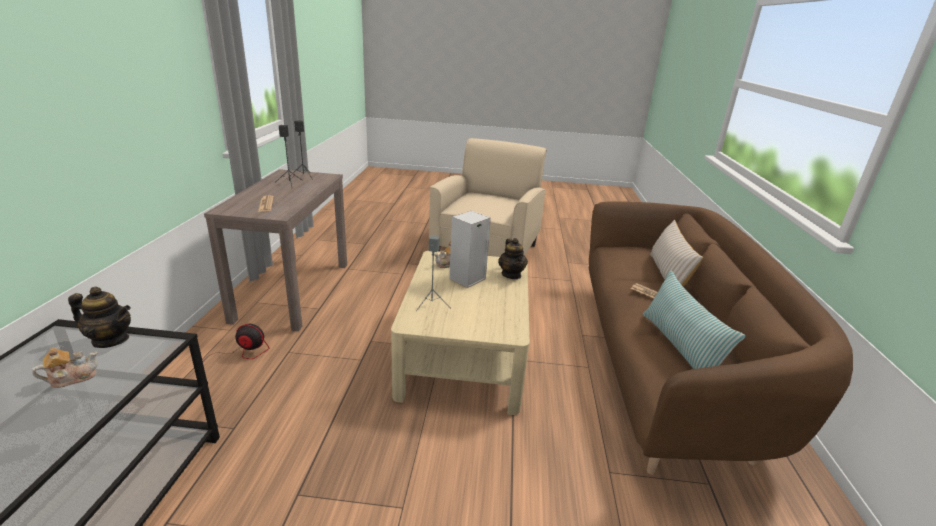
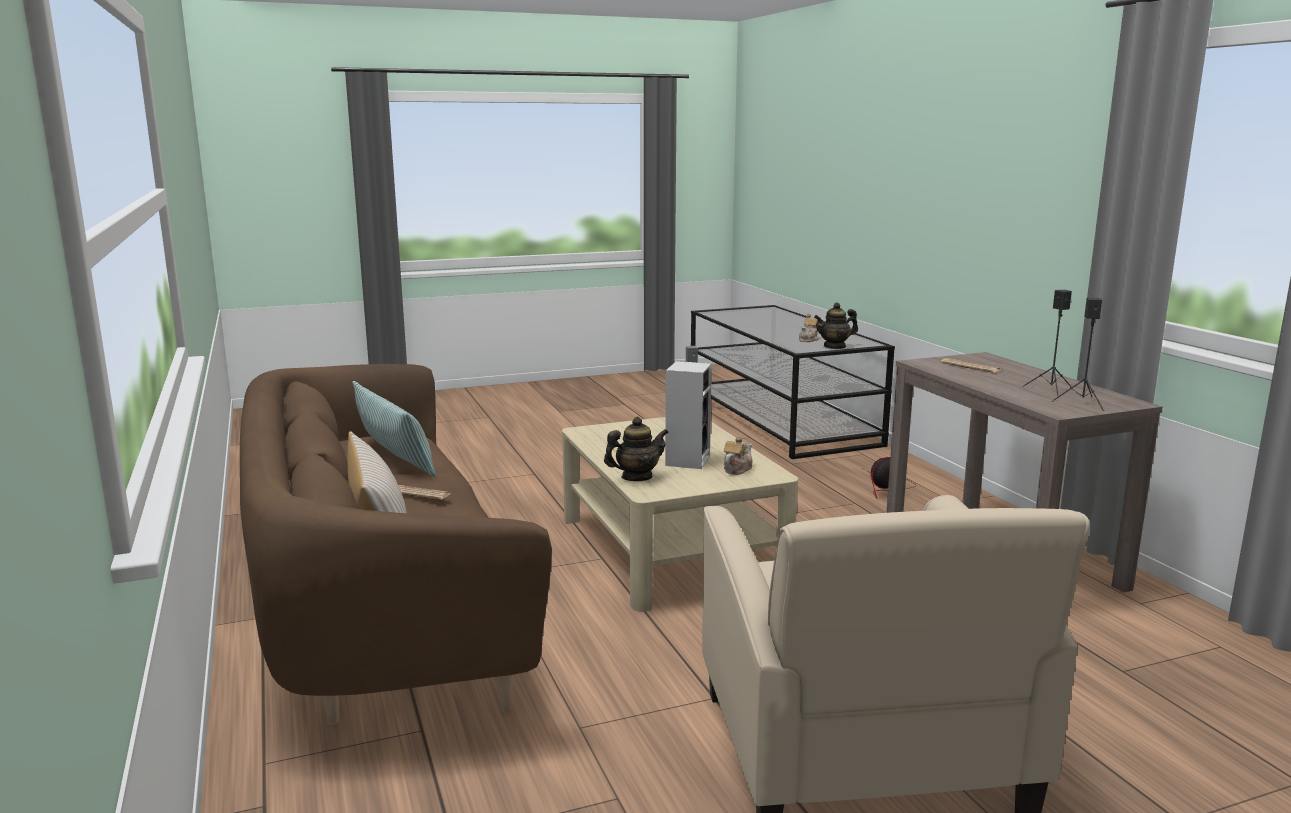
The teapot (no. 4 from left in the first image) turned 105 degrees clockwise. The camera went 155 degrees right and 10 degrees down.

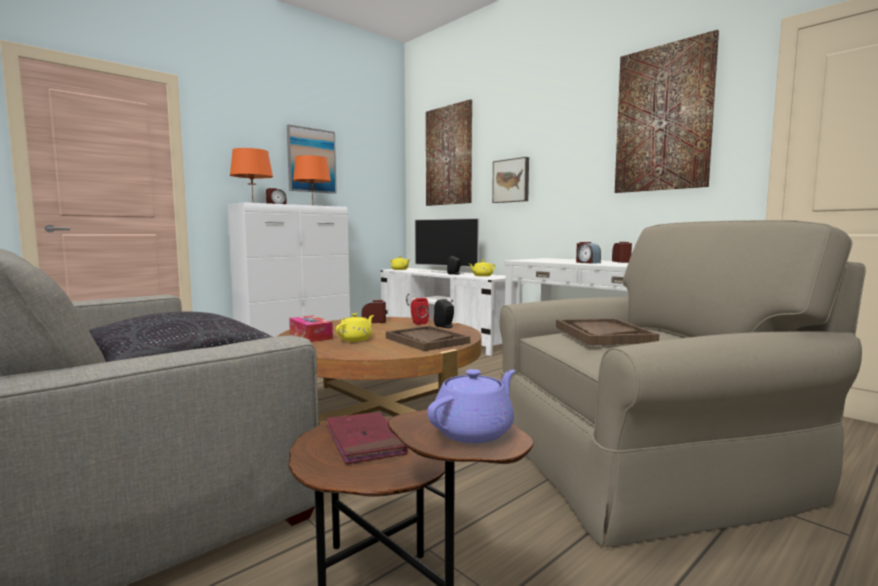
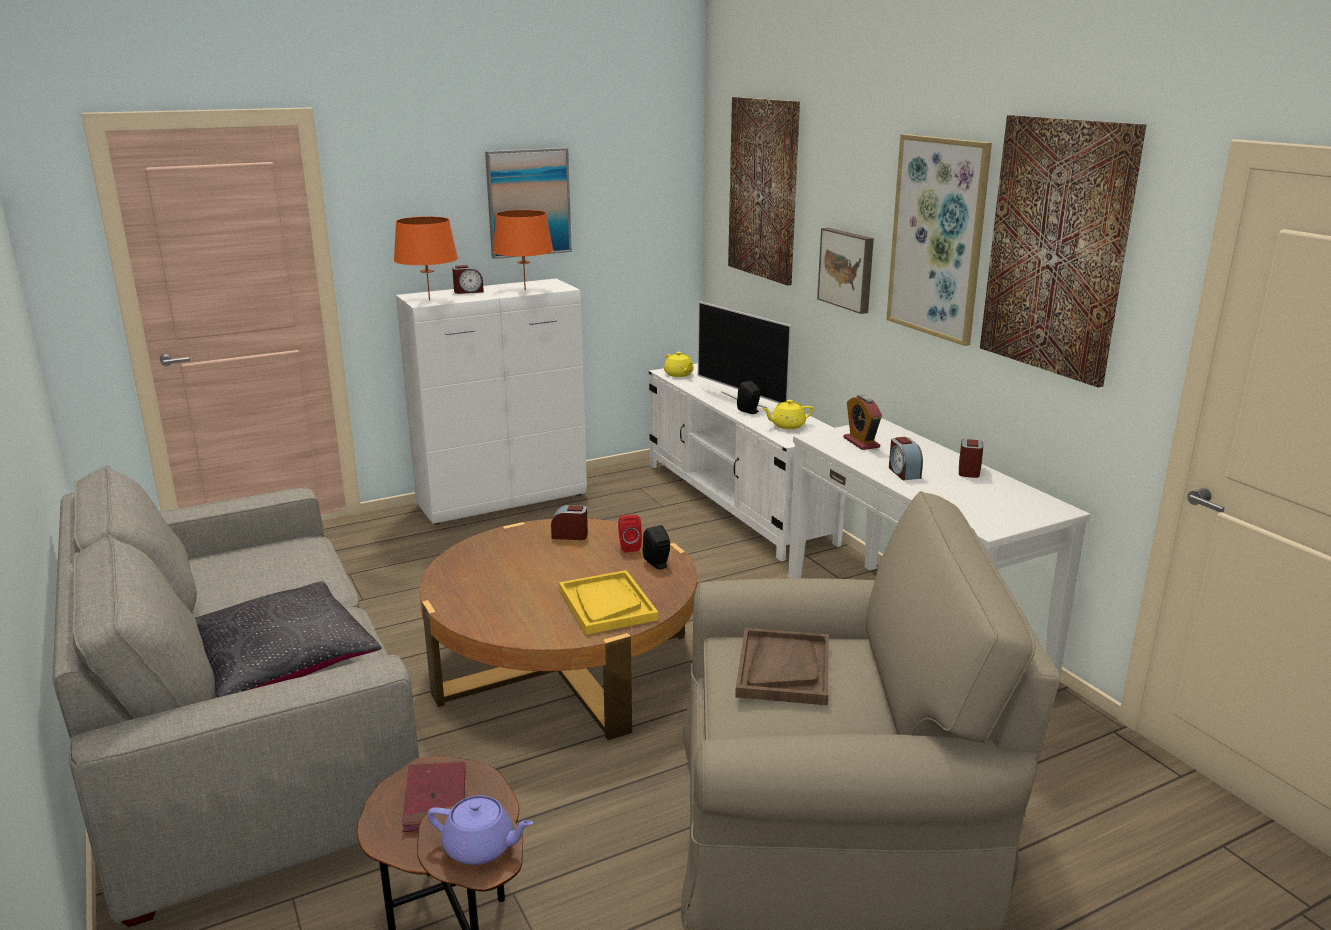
The box_of_tissues disappeared. The yellowish_teapot (no. 1 from left) disappeared. The brown_carrying_tray (no. 1 from left) became the yellowish_carrying_tray. The purple-coloured_teapot turned 45 degrees clockwise. The table_clock (no. 3 from left) appeared. The wall_picture (no. 4 from left) appeared. The camera went 15 degrees right and 15 degrees up.

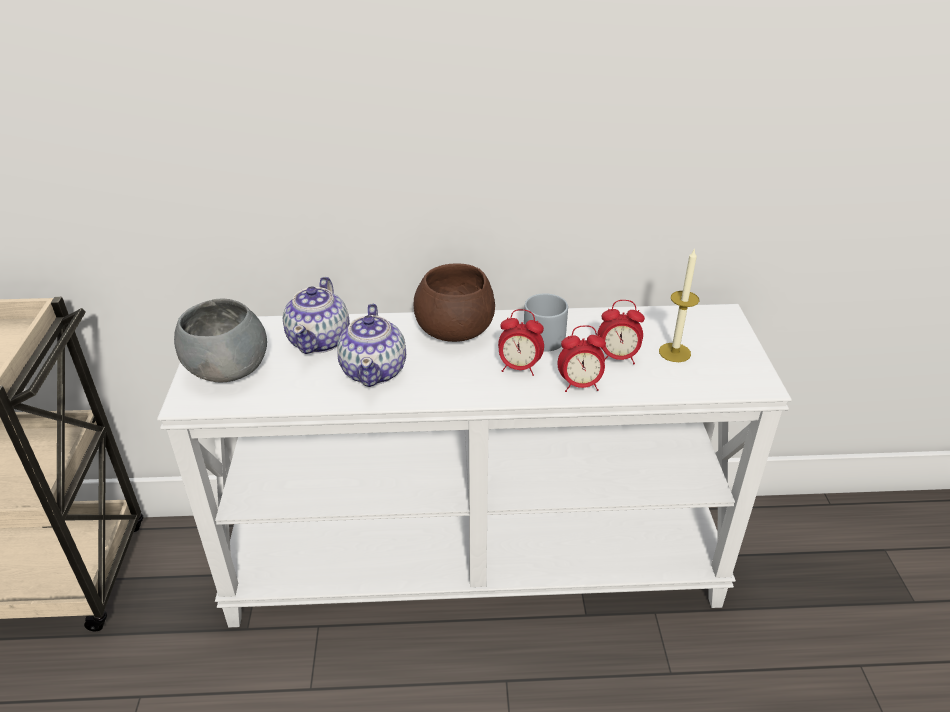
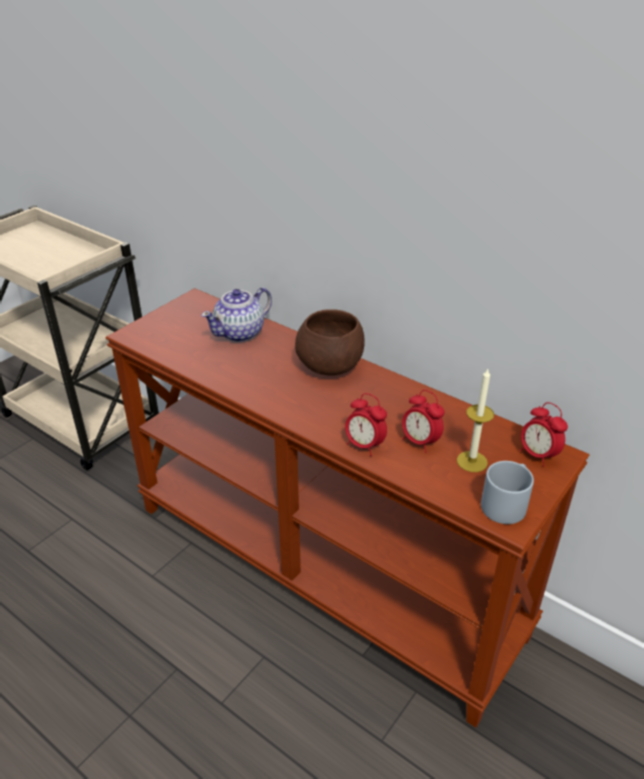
The white-coloured_hall_table became the brown_hall_table. The greyish_bowl disappeared. The teapot (no. 2 from left) disappeared. The table_clock (no. 1 from left in the first image) moved. The greyish_coffee_mug moved. The camera went 40 degrees right and 0 degrees up.

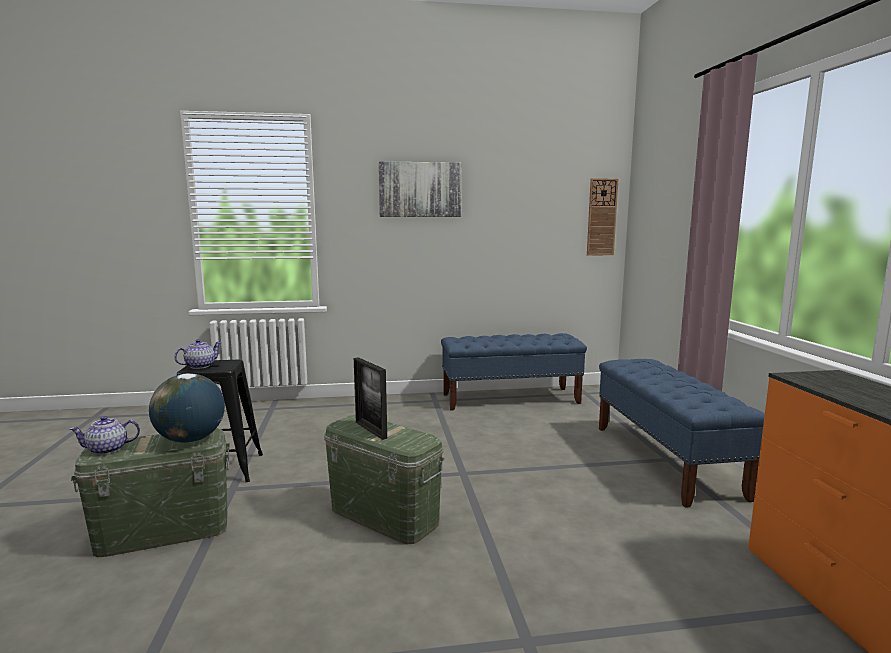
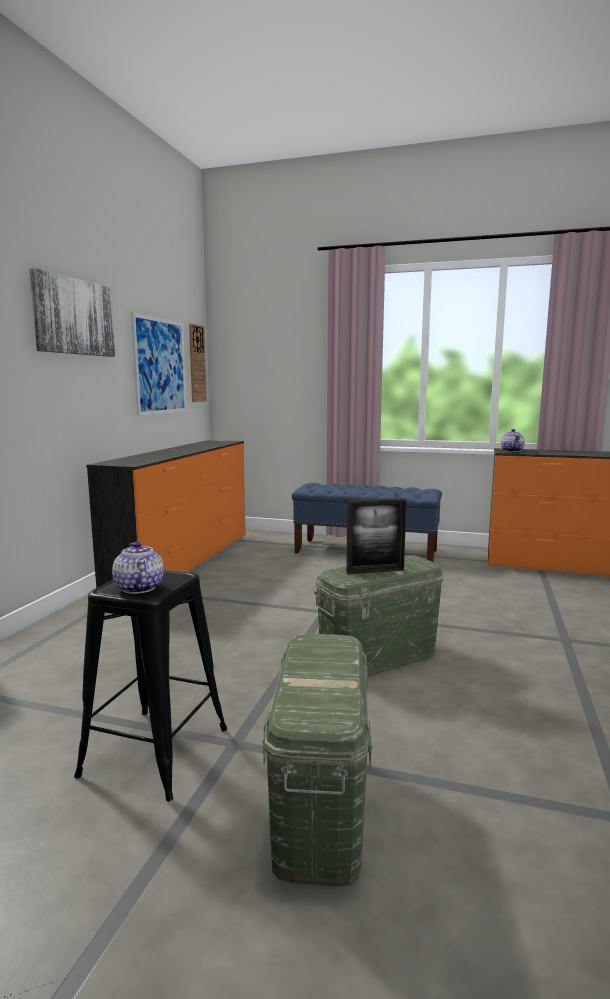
The teapot (no. 1 from left in the first image) moved. The globe disappeared. The blue-coloured_bench (no. 1 from left) was replaced by the orangey_drawer_chest (no. 1 from left). The wall_picture (no. 2 from left) appeared. The camera went 65 degrees left and 0 degrees up.

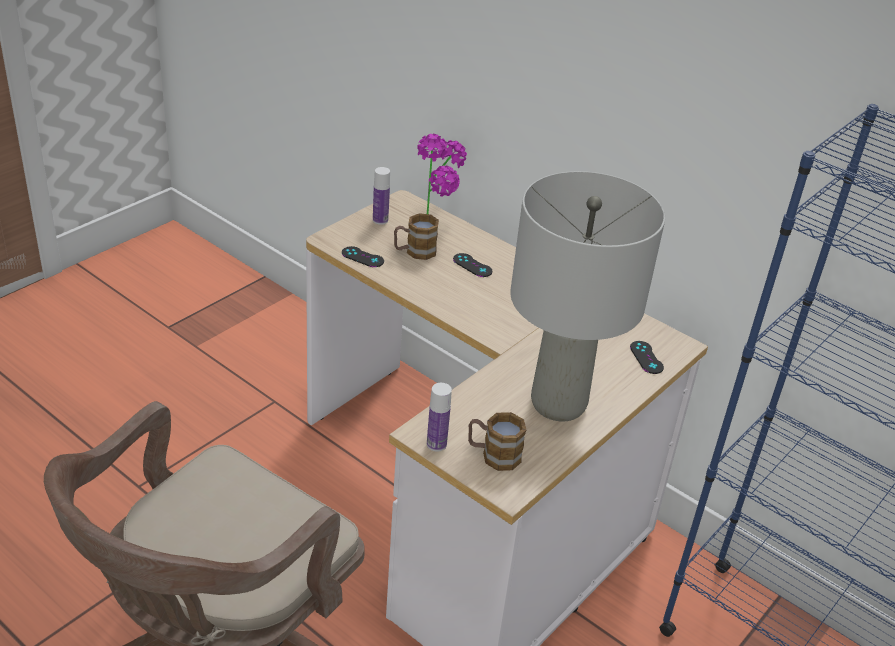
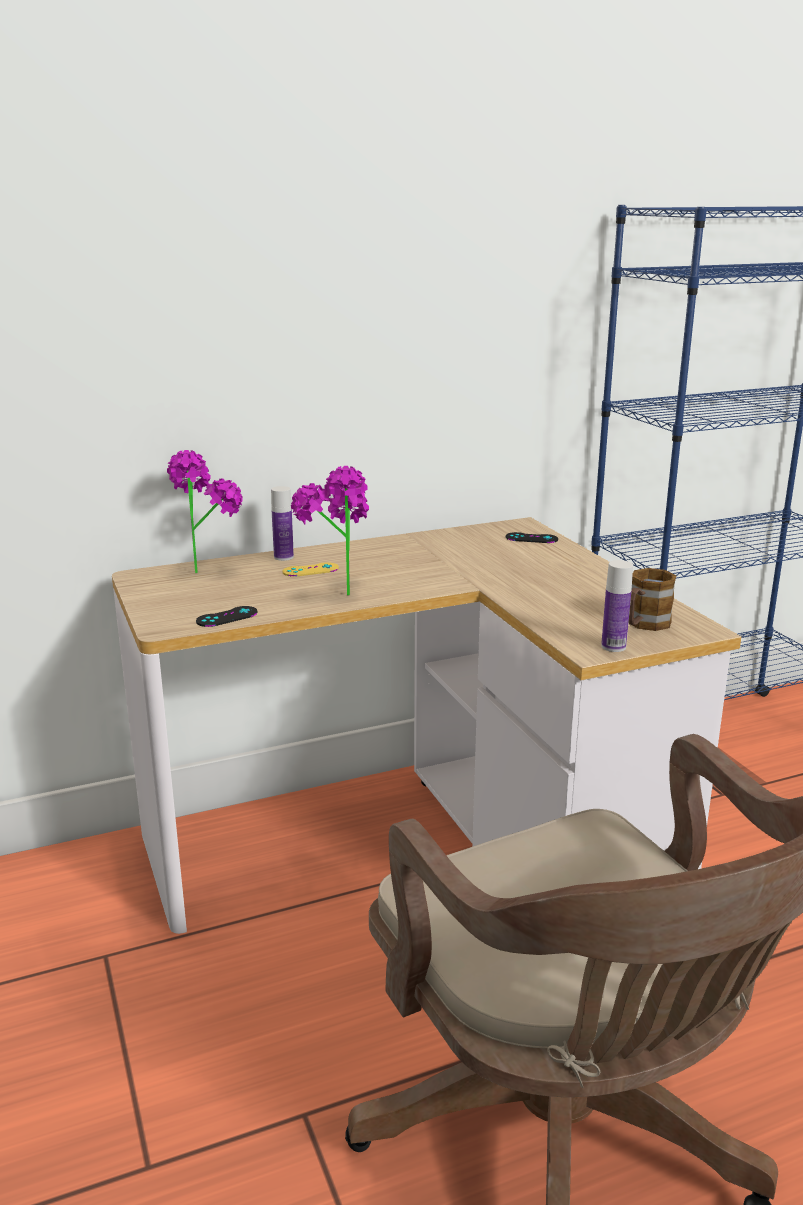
The beverage_bottle (no. 1 from left) moved. The coffee_mug (no. 1 from left) disappeared. The black_joypad (no. 2 from left) became the yellowish_joypad. The greyish_lamp_for_a_table disappeared. The plant_in_a_pot (no. 2 from left) appeared. The camera went 60 degrees left and 15 degrees down.

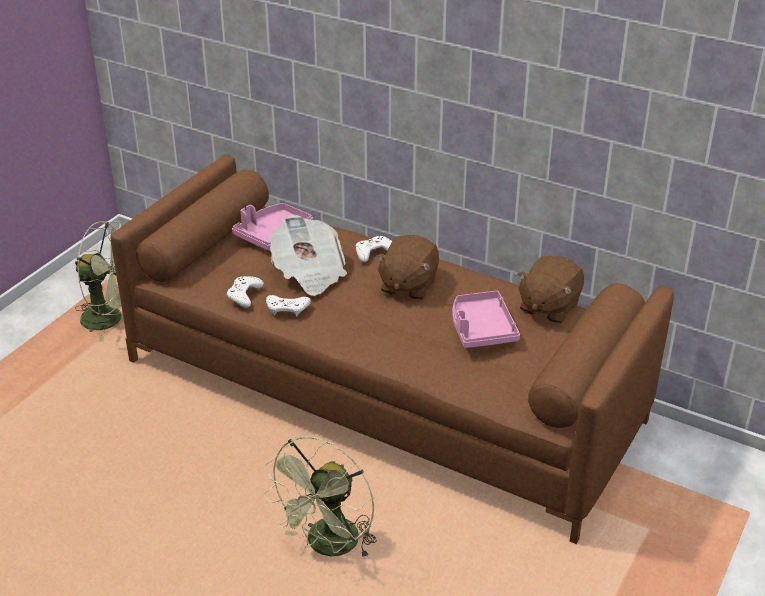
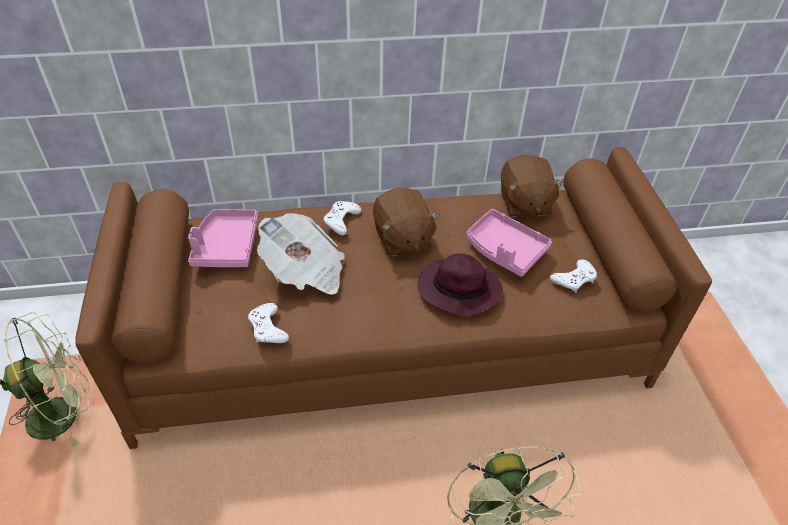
The white-coloured_joypad (no. 2 from left in the first image) moved. The purple-coloured_wearable_hat appeared. The camera went 40 degrees left and 10 degrees up.

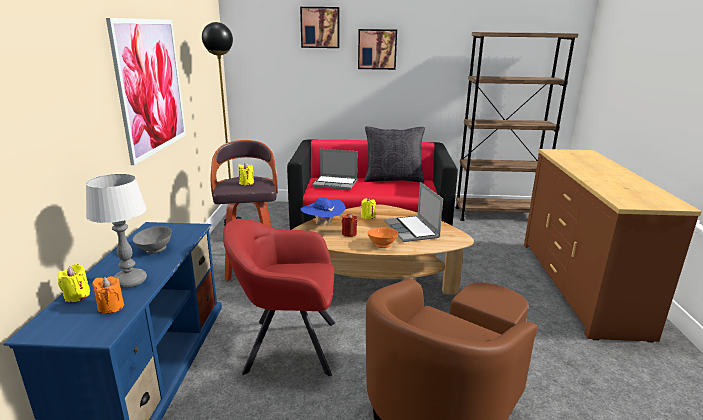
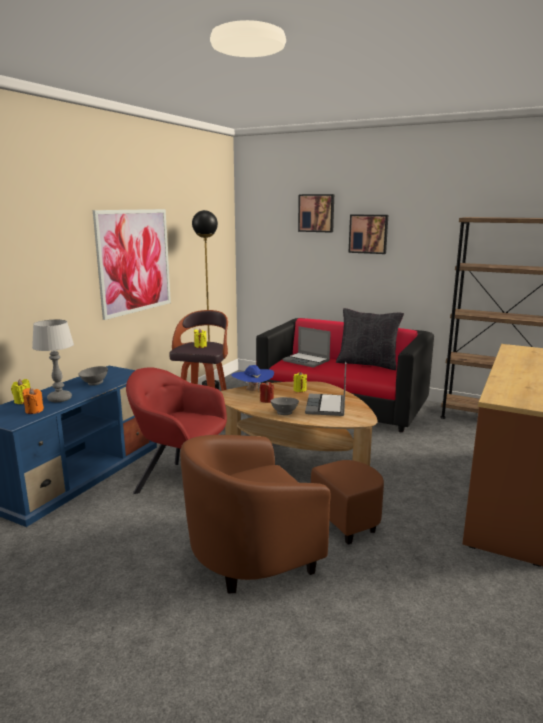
The orangey_bowl became the greyish_bowl (no. 2 from left). The camera went 25 degrees right and 5 degrees down.

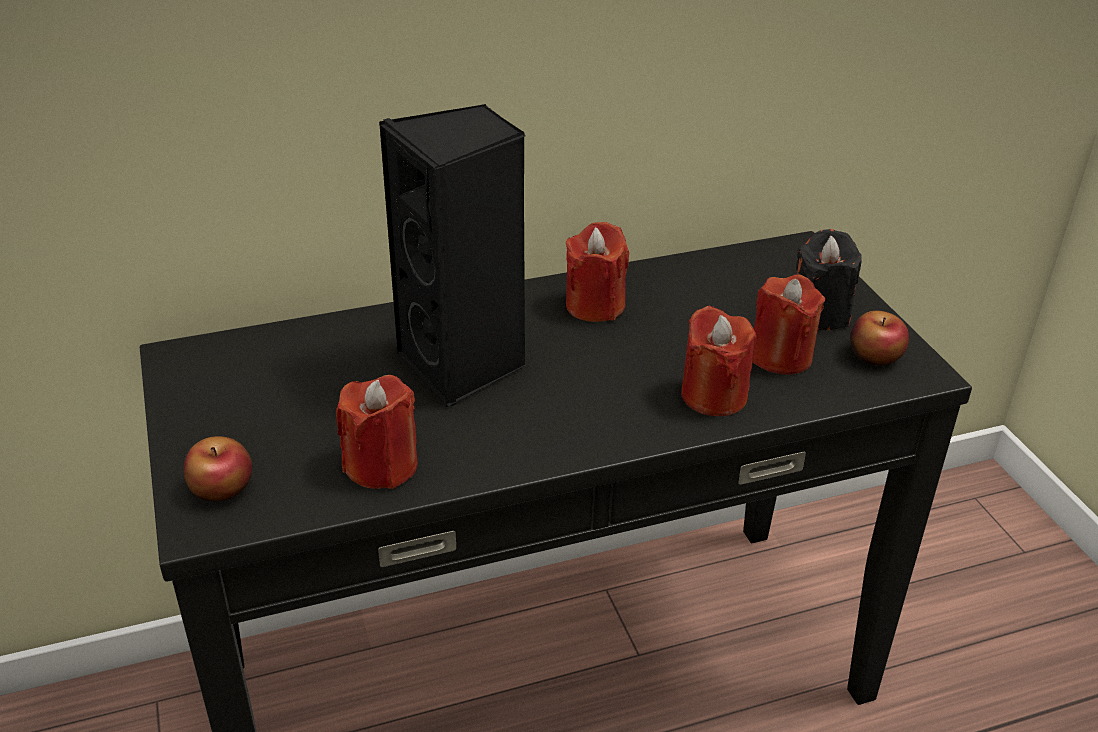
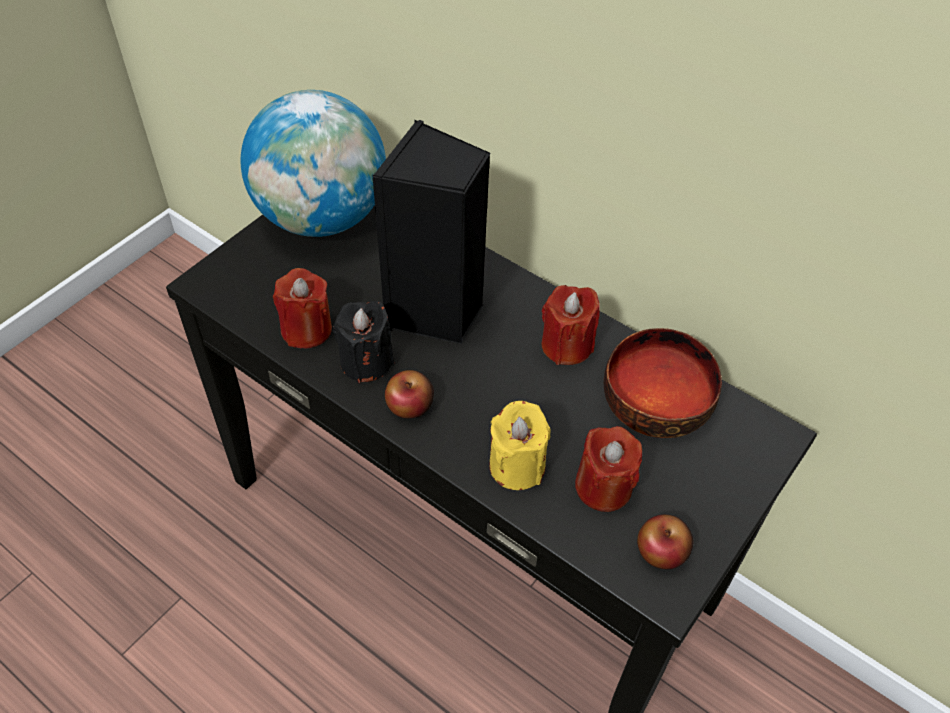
The apple_fruit (no. 1 from left) moved. The red_wax_candle (no. 3 from left) became the yellowish_wax_candle. The black_wax_candle moved. The globe appeared. The bowl appeared. The camera went 55 degrees right and 15 degrees up.

